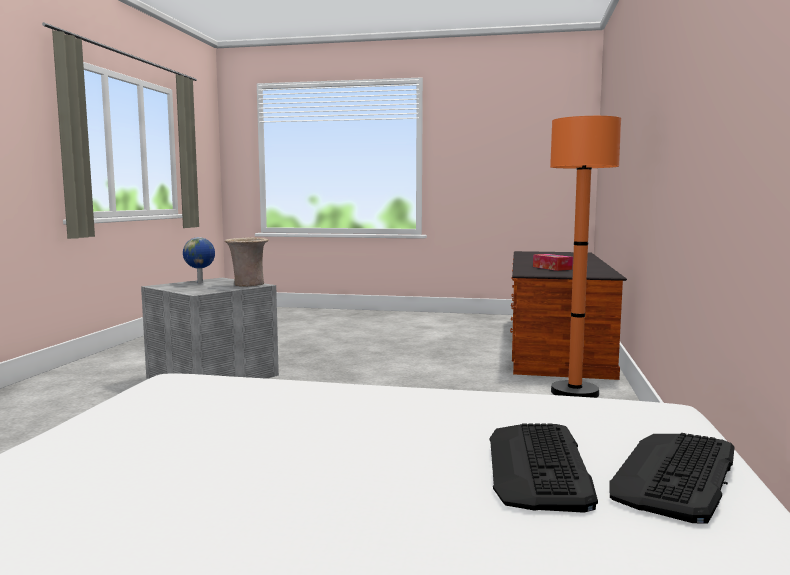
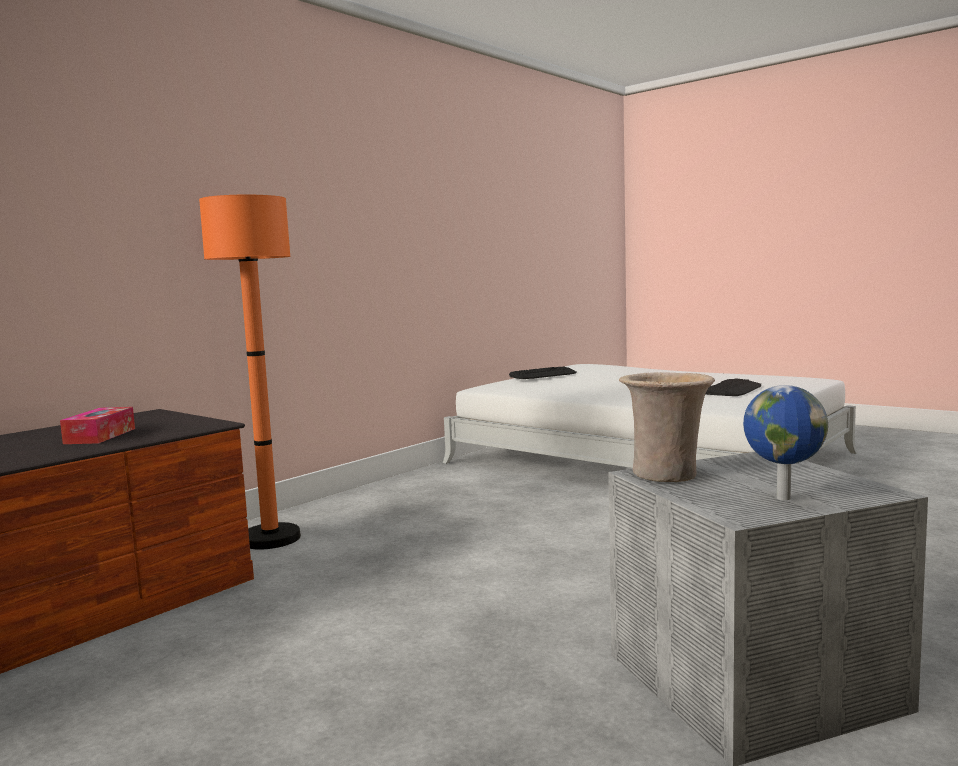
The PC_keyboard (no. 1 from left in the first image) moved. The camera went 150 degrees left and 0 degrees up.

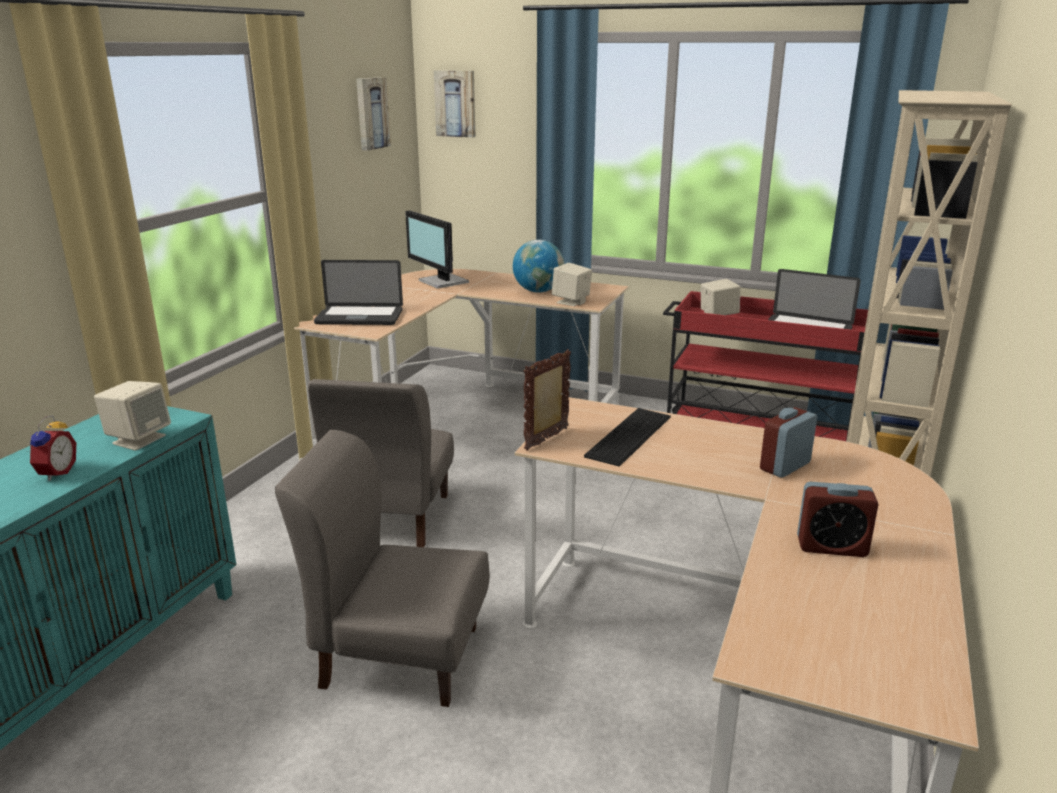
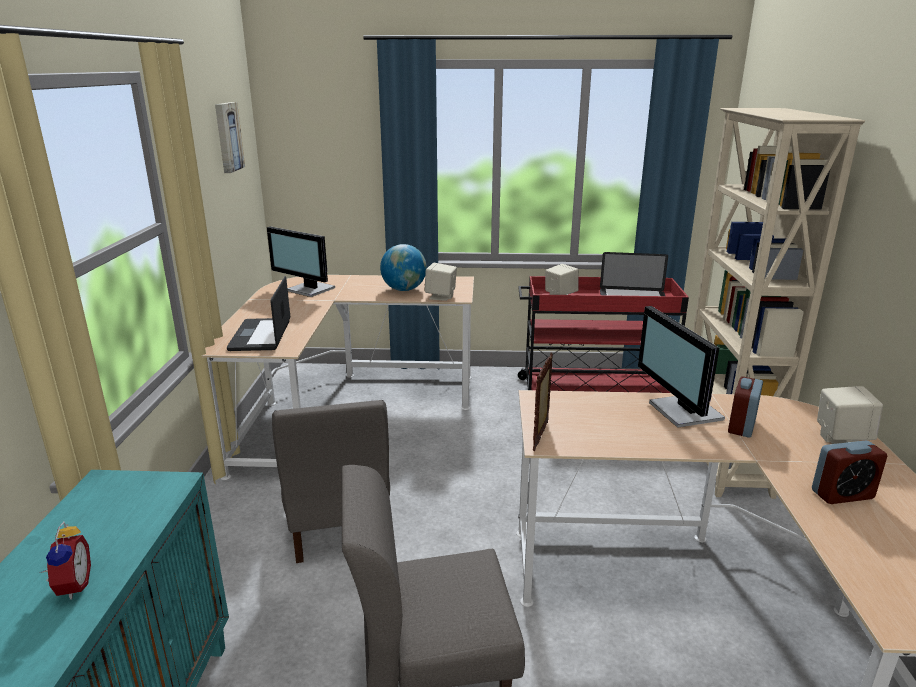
The beige-coloured_speaker (no. 1 from left in the first image) moved. The laptop (no. 1 from left) turned 105 degrees clockwise. The wall_picture (no. 2 from left) disappeared. The PC_keyboard disappeared. The computer_display (no. 2 from left) appeared. The camera went 20 degrees left and 0 degrees up.

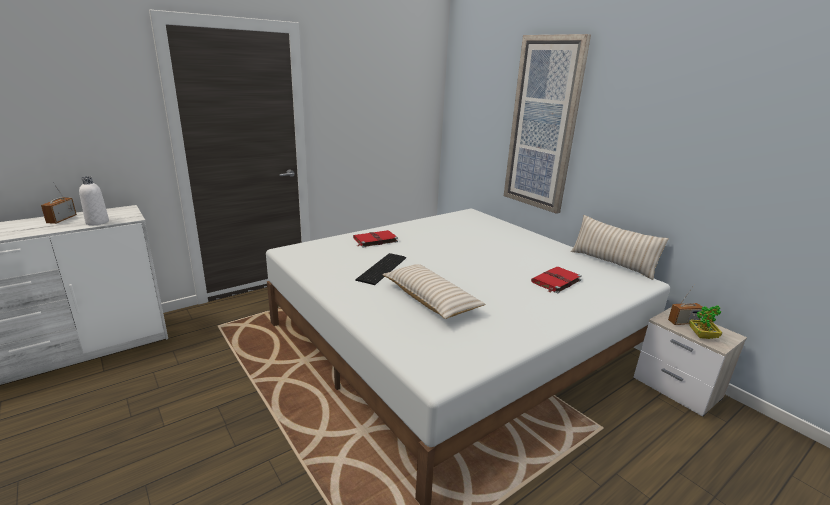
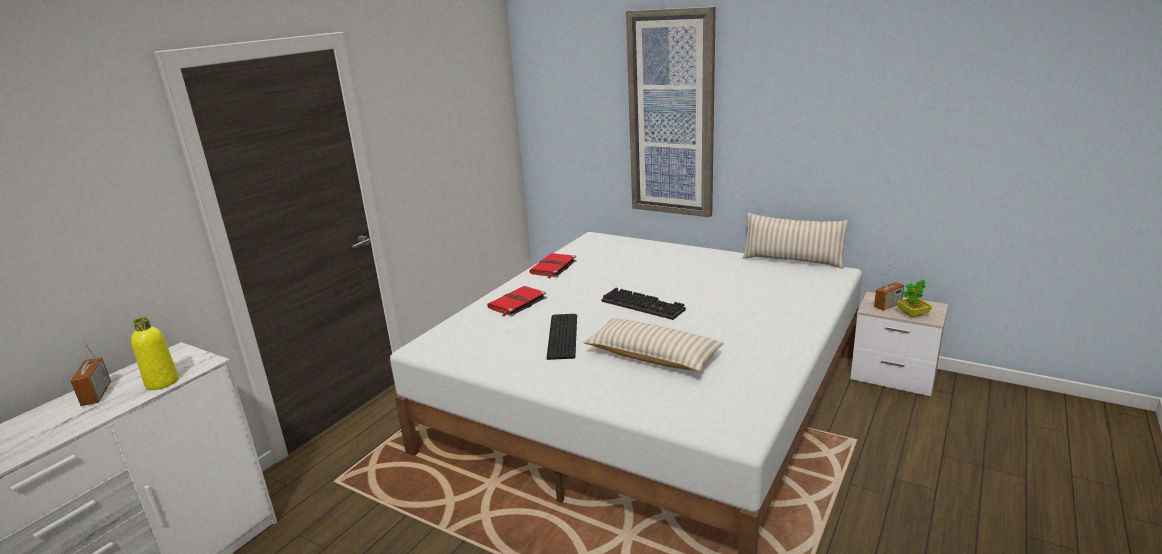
The white-coloured_beverage_bottle became the yellowish_beverage_bottle. The red_volume (no. 2 from left) moved. The PC_keyboard (no. 2 from left) appeared. The camera went 20 degrees left and 0 degrees up.

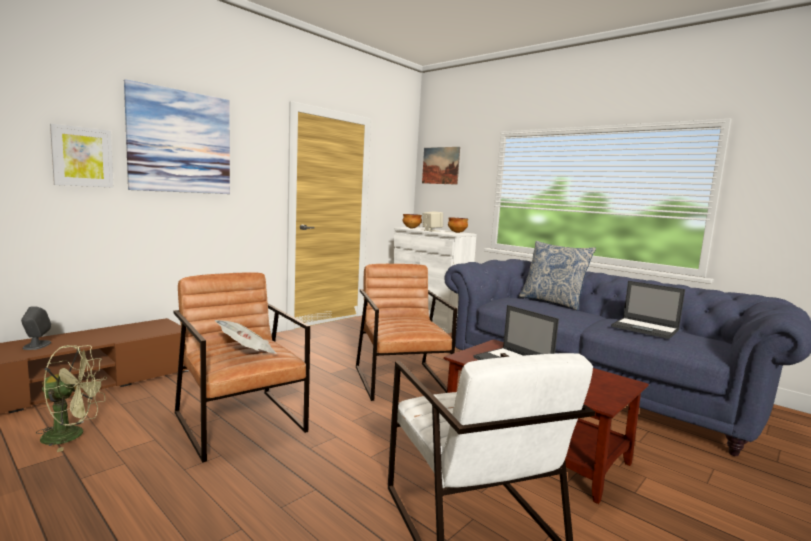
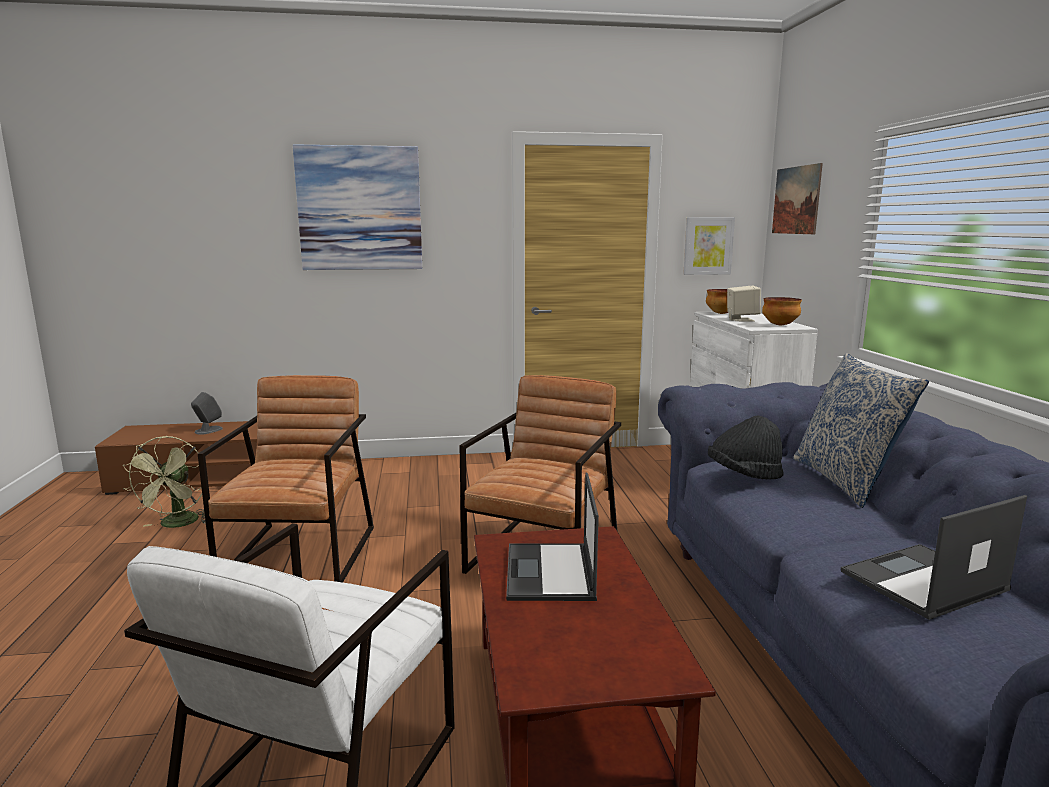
The greenish_cooling_fan turned 60 degrees clockwise. The wall_picture (no. 1 from left in the first image) moved. The daily_paper disappeared. The laptop (no. 2 from left) turned 75 degrees clockwise. The black_wearable_hat appeared. The camera went 40 degrees right and 5 degrees up.

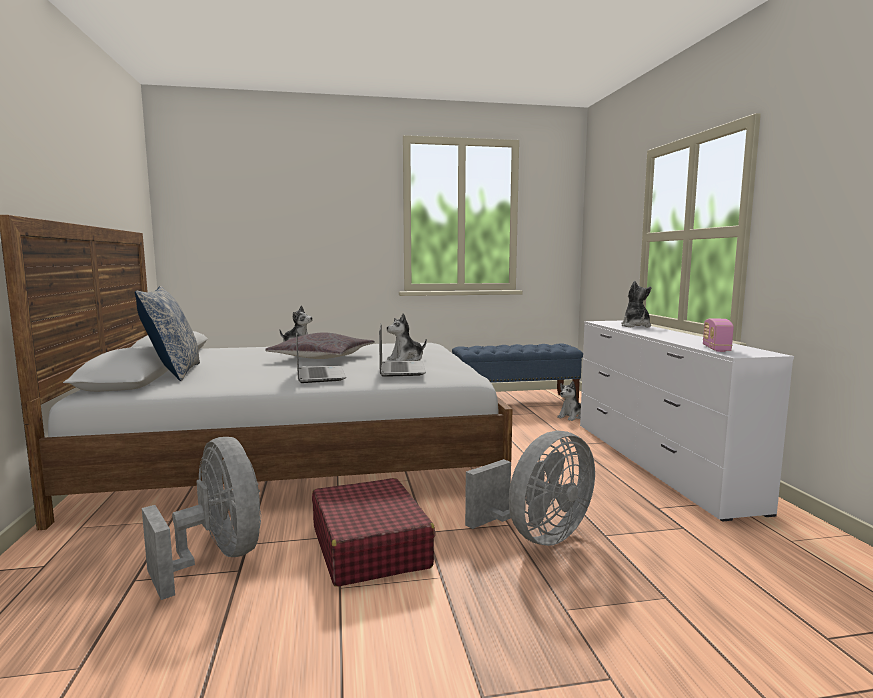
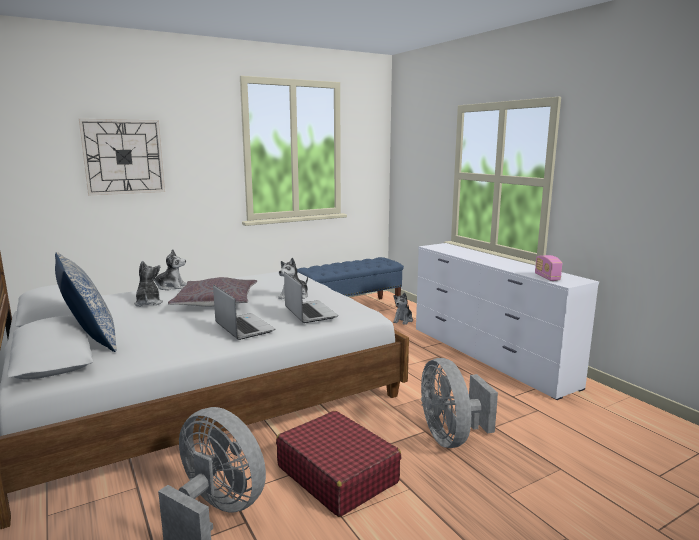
The greyish_cooling_fan (no. 2 from left) turned 135 degrees clockwise. The soft_toy (no. 4 from left in the first image) moved. The clock_on_the_wall appeared. The camera went 20 degrees left and 5 degrees up.

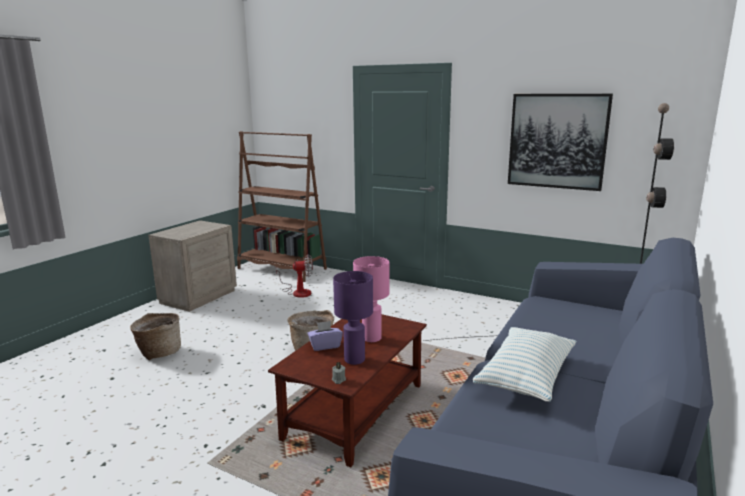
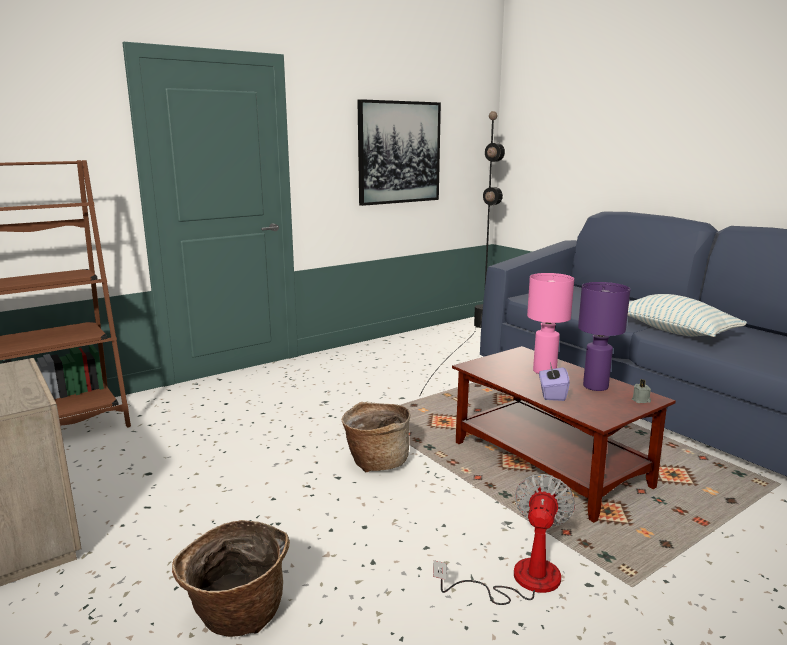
The cooling_fan moved. The camera went 65 degrees left and 0 degrees up.

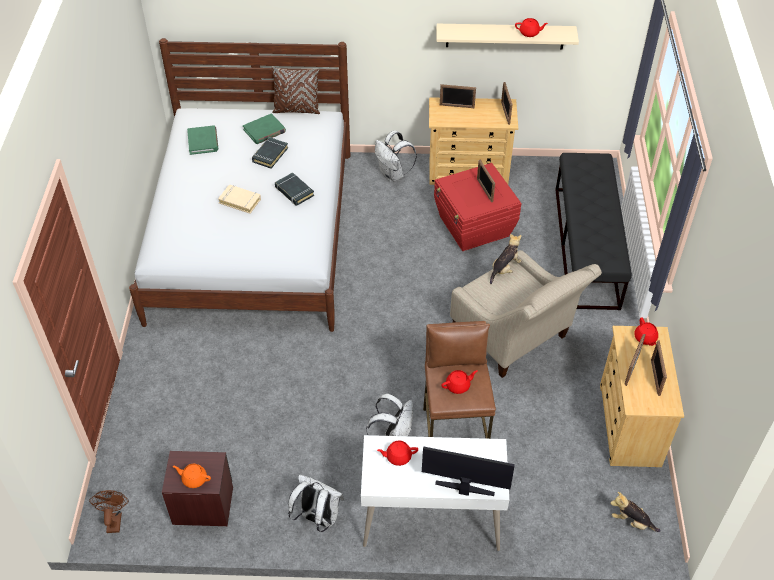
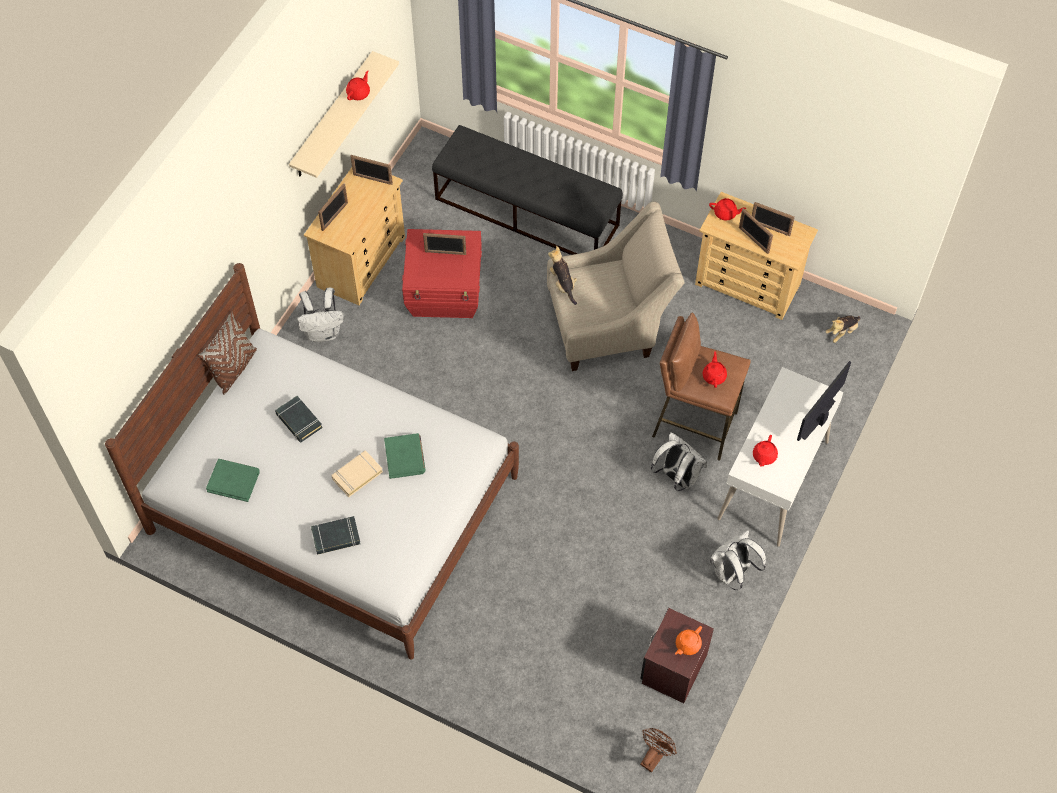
The brown_cooling_fan turned 105 degrees clockwise. The greenish_volume (no. 2 from left) moved. The black_volume (no. 2 from left) moved. The camera went 65 degrees left and 10 degrees up.

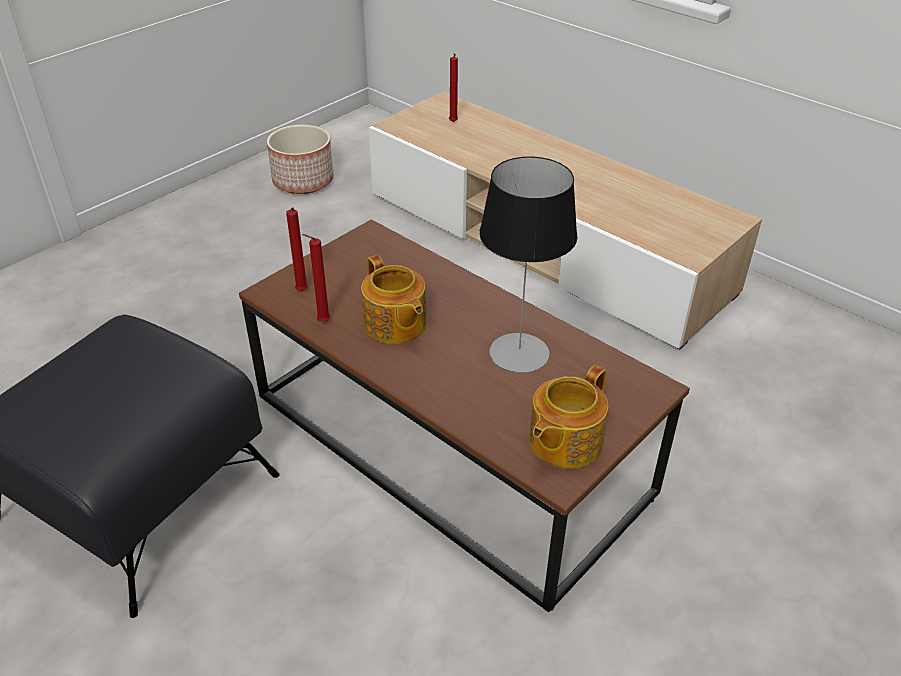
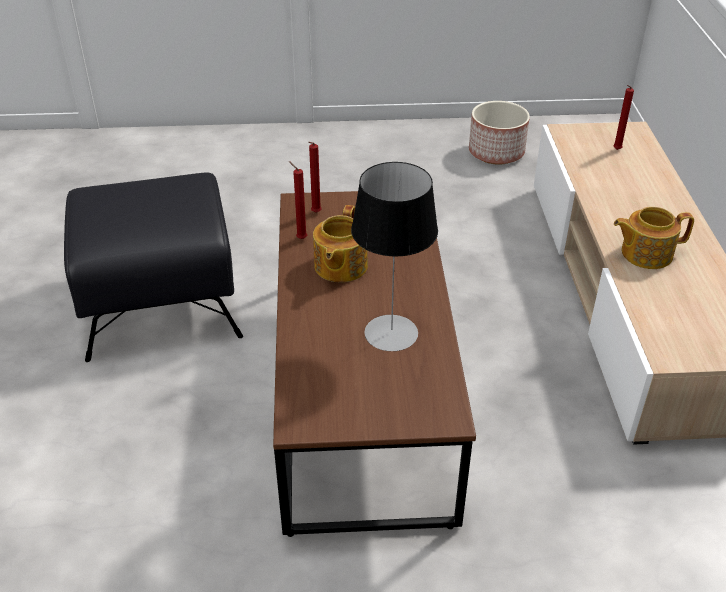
The teapot (no. 2 from left) moved. The camera went 45 degrees right and 0 degrees up.

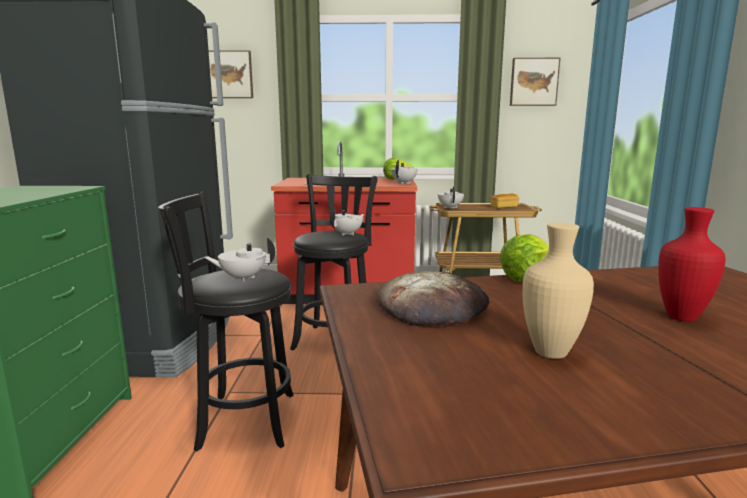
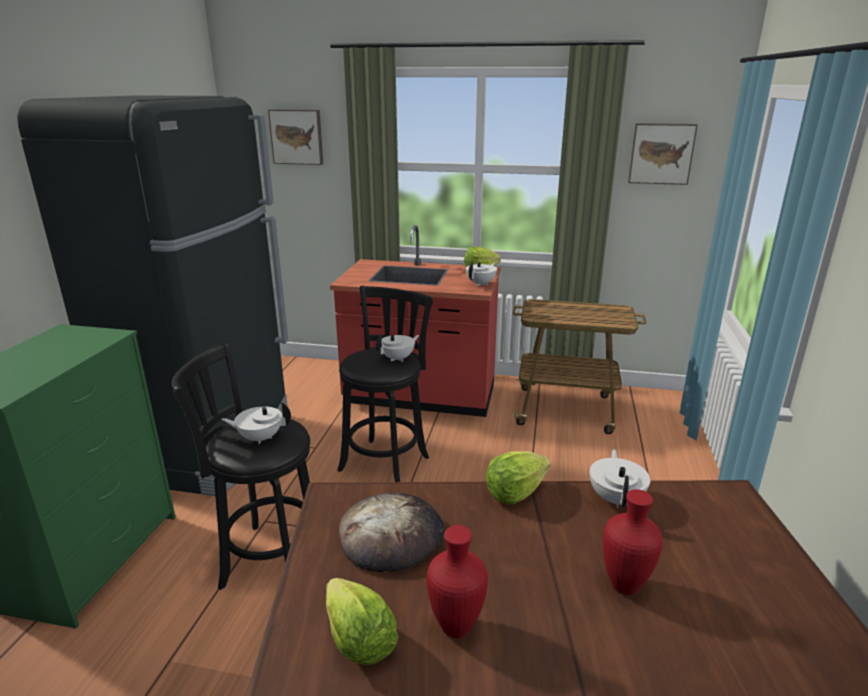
The white-coloured_teapot (no. 4 from left) moved. The bread (no. 2 from left) disappeared. The beige-coloured_flower_vase became the red_flower_vase (no. 1 from left). The lettuce (no. 1 from left) appeared. The camera went 10 degrees right and 10 degrees up.

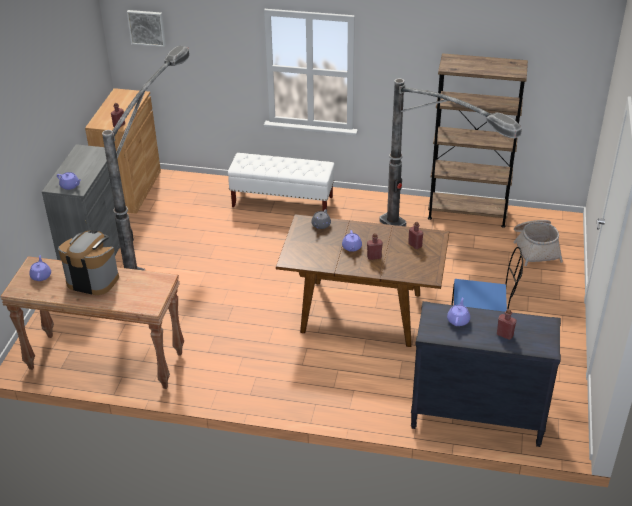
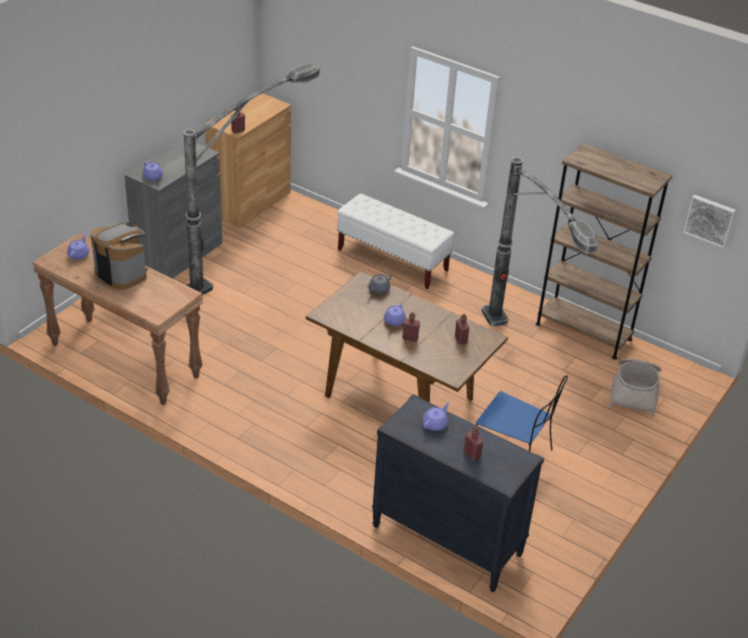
The wall_picture moved. The camera went 20 degrees right and 0 degrees up.

